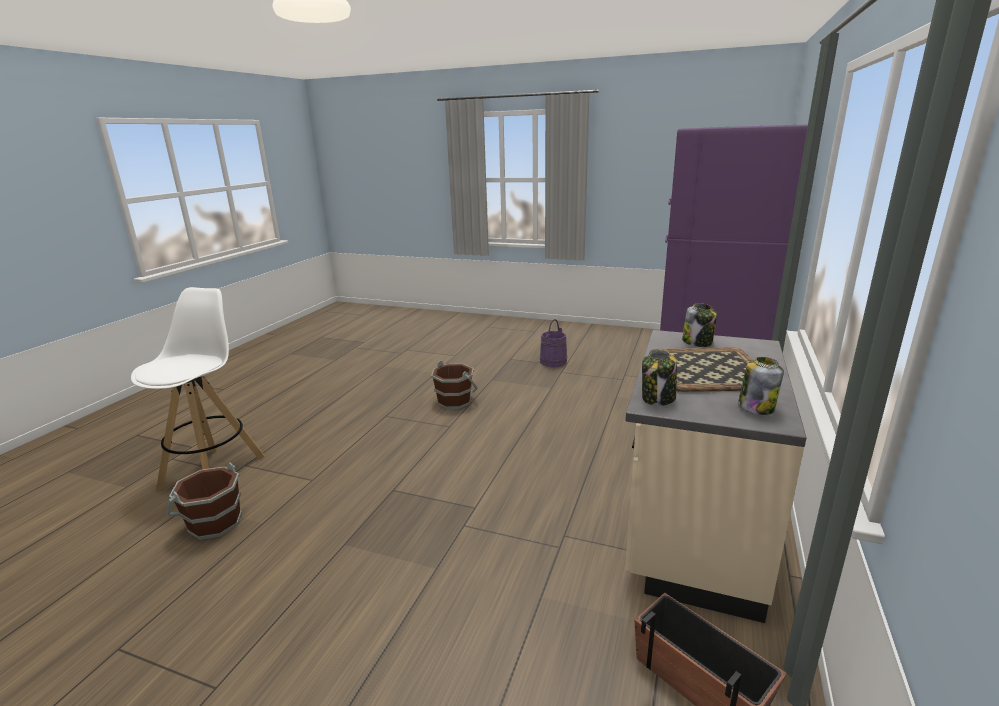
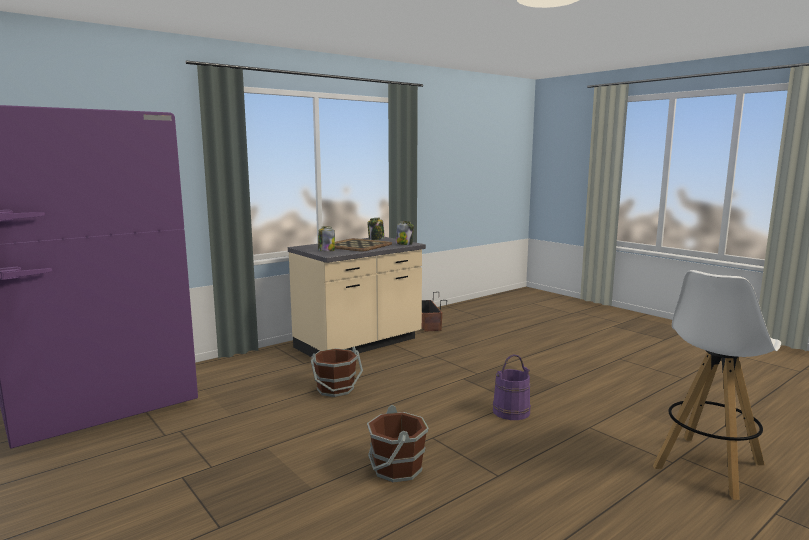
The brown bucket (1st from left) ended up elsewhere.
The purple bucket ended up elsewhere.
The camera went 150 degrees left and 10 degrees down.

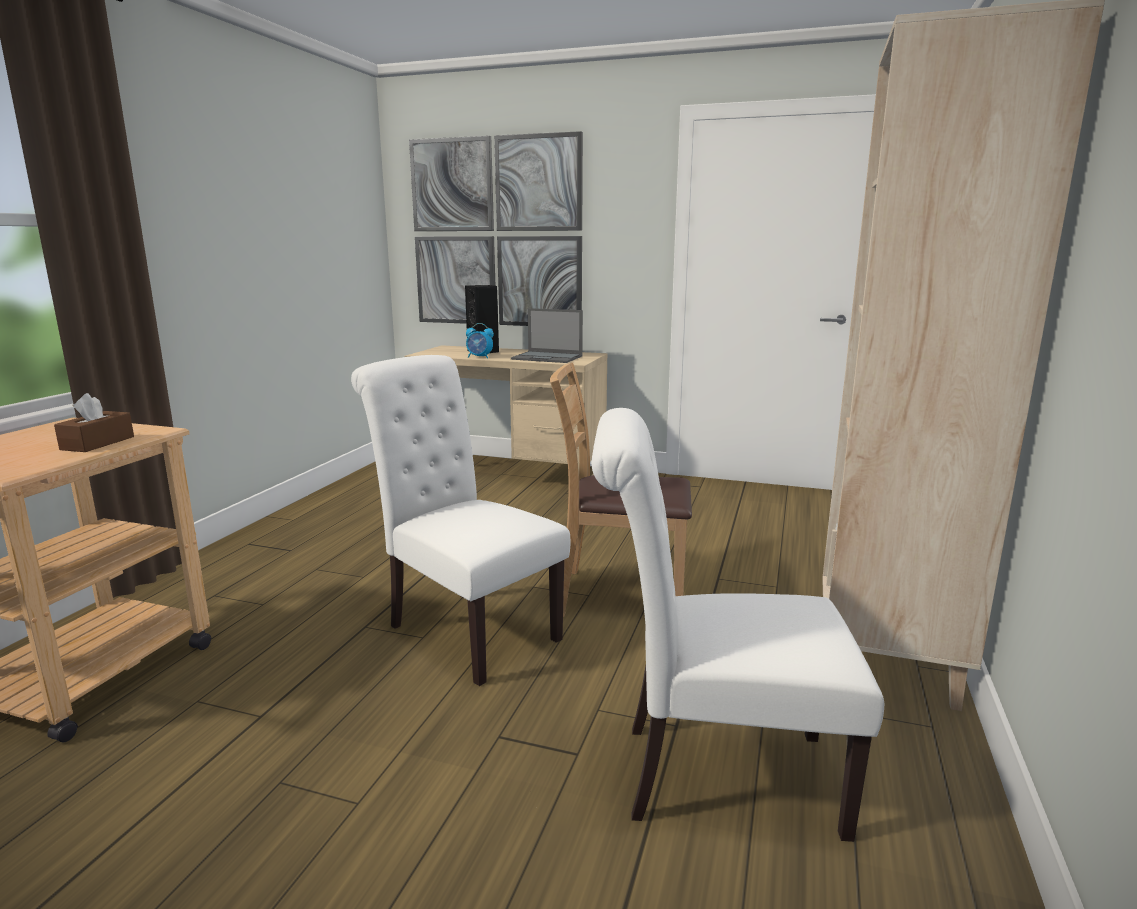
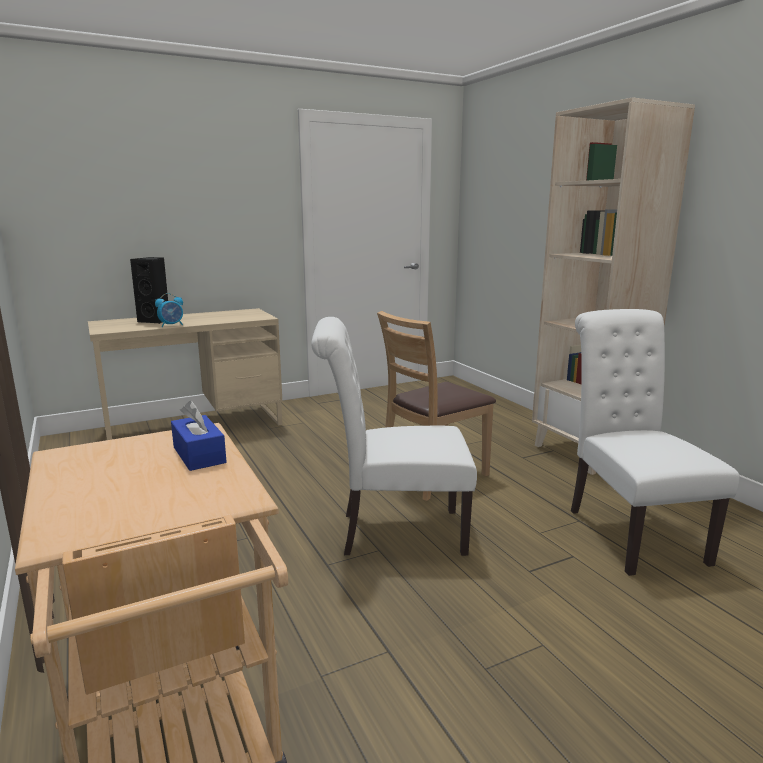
What was the brown tissue box turned into the blue tissue box.
The white chair (2nd from left) ended up facing another way, 120 degrees clockwise from before.
The second view lost the picture.
The second view lost the laptop.
The camera went 45 degrees left and 0 degrees up.

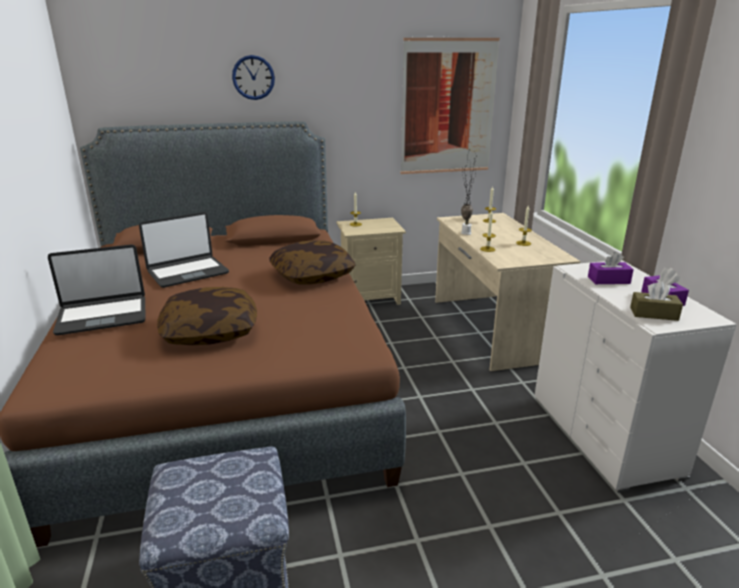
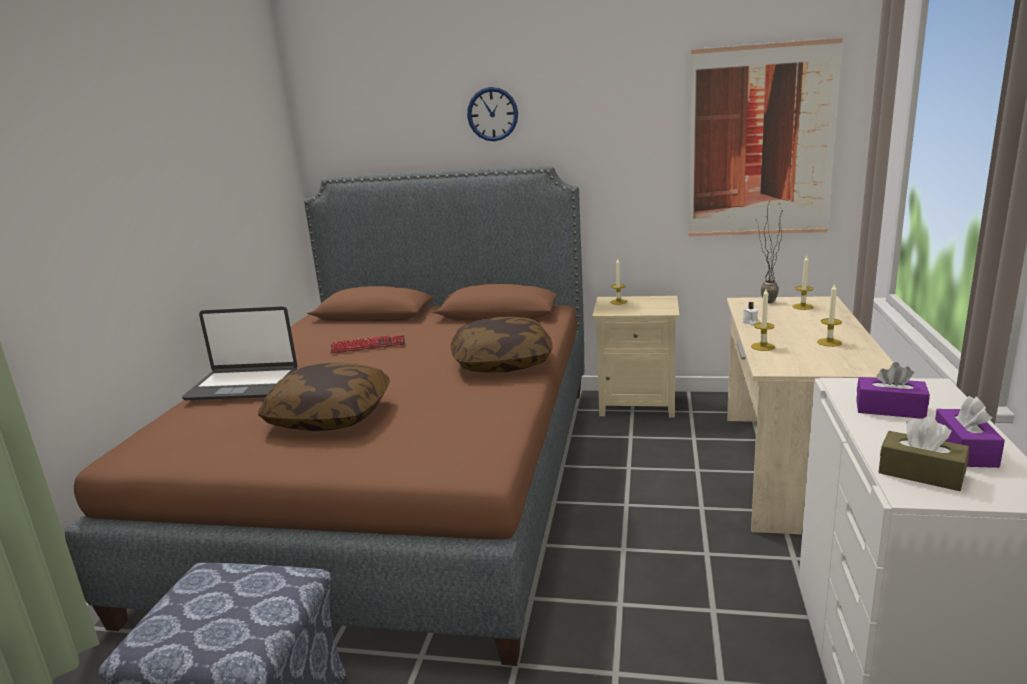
Where the laptop (2nd from left) stood, the keyboard came to stand.
The camera went 25 degrees right and 5 degrees down.

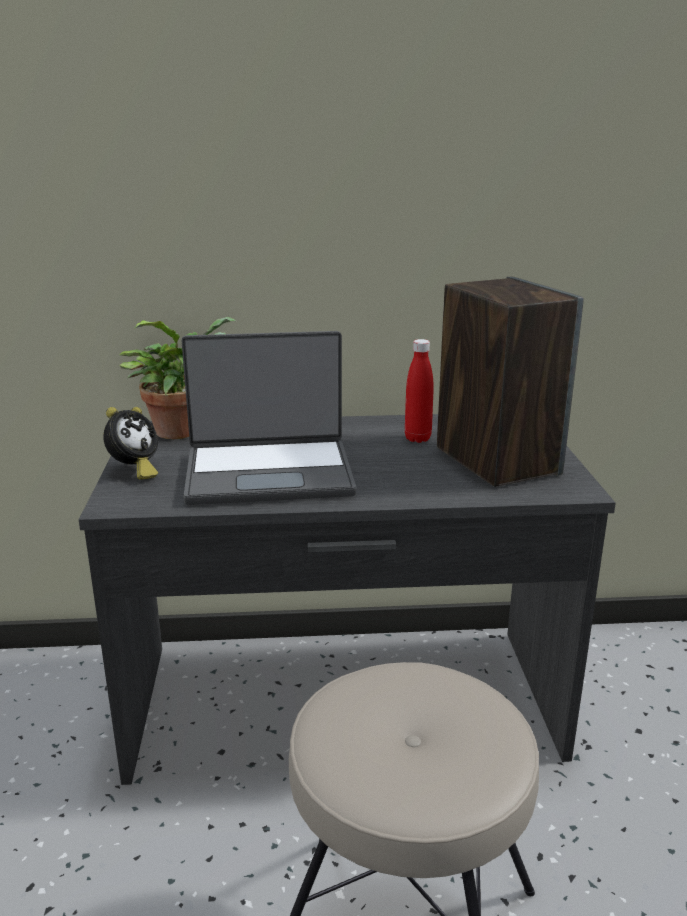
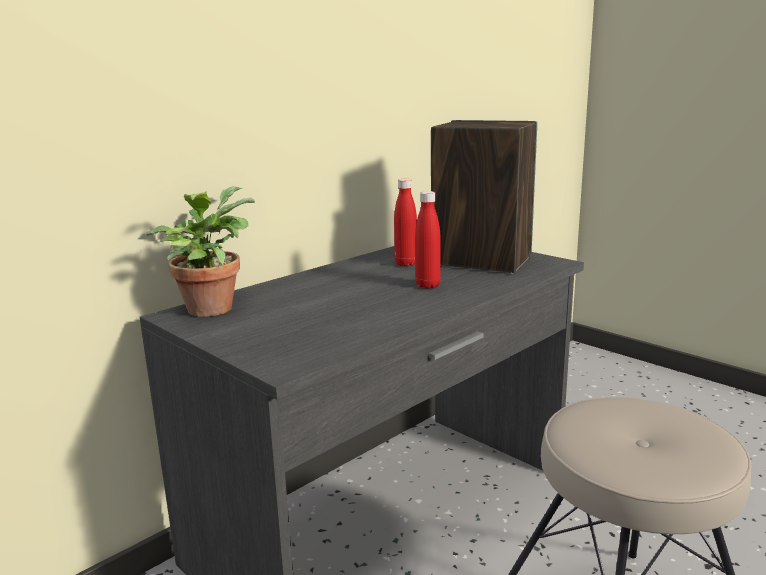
The second view gained the red bottle (2nd from left).
The second view lost the alarm clock.
The second view lost the laptop.
The camera went 40 degrees left and 5 degrees down.

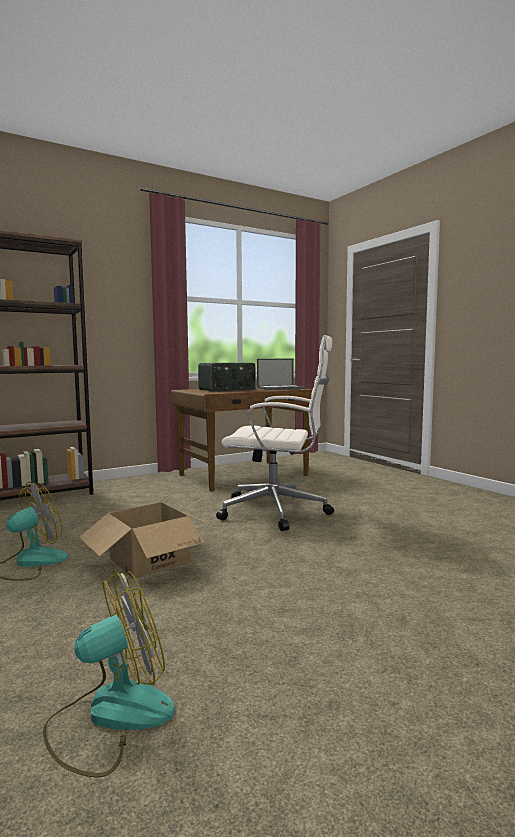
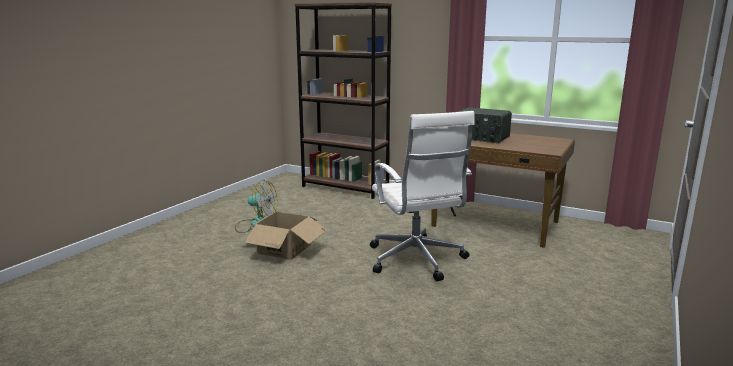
The second view lost the fan (2nd from left).
The second view lost the laptop.
The camera went 60 degrees right and 10 degrees up.

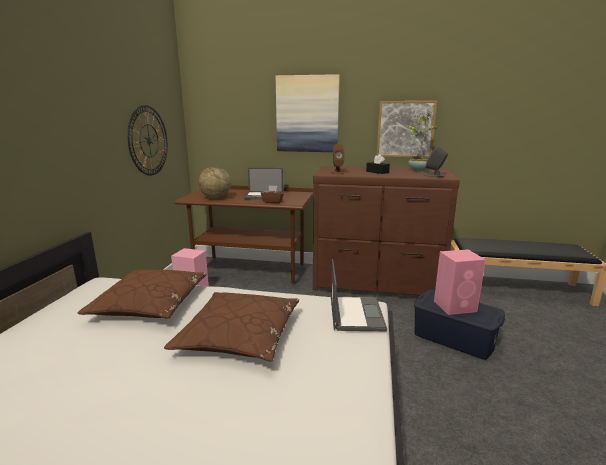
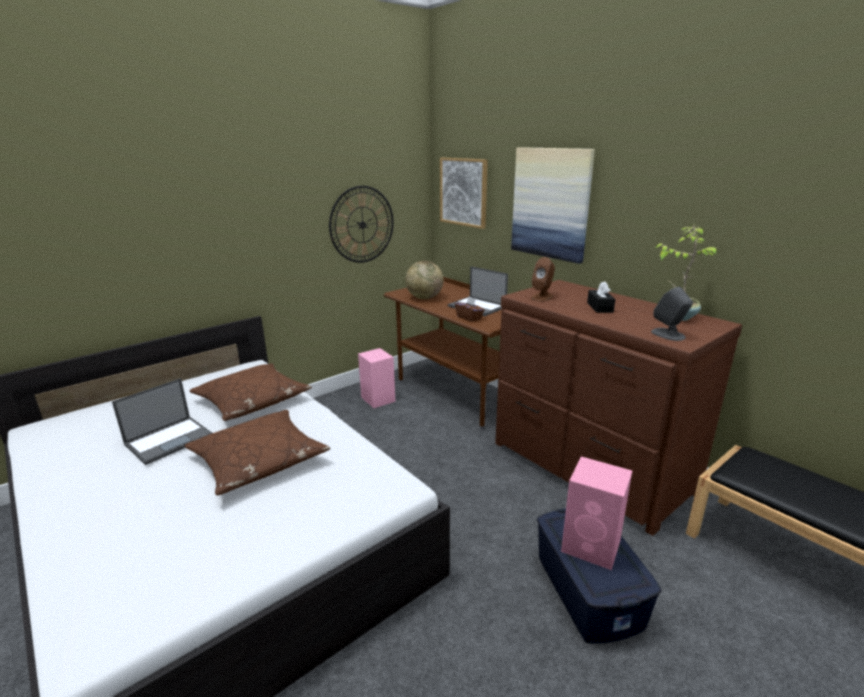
The laptop (2nd from left in the first image) ended up elsewhere.
The picture (2nd from left in the first image) ended up elsewhere.
The camera went 40 degrees right and 5 degrees up.

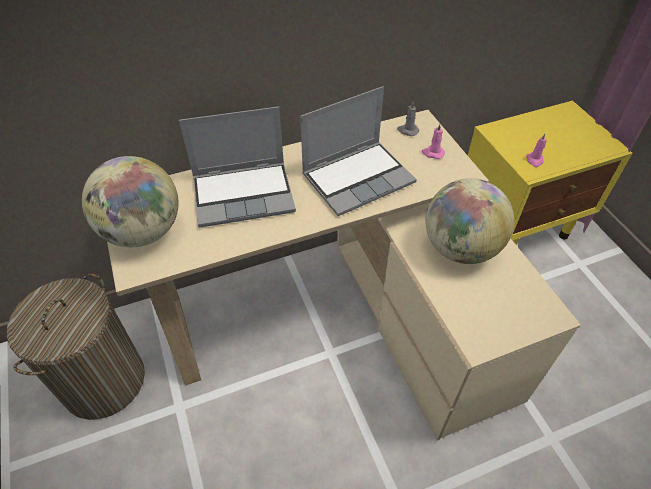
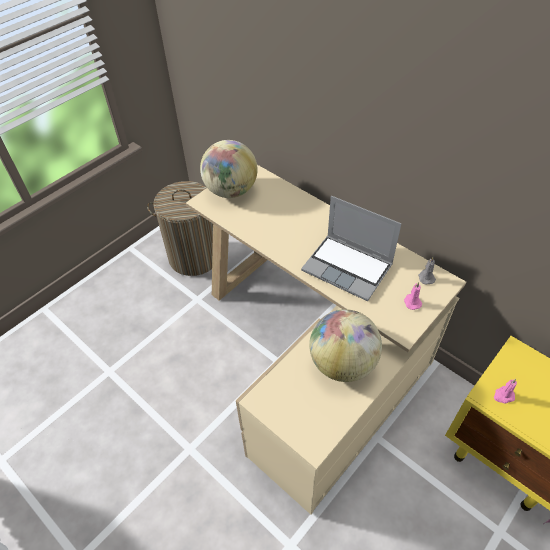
The second view lost the laptop (1st from left).
The camera went 65 degrees right and 0 degrees up.

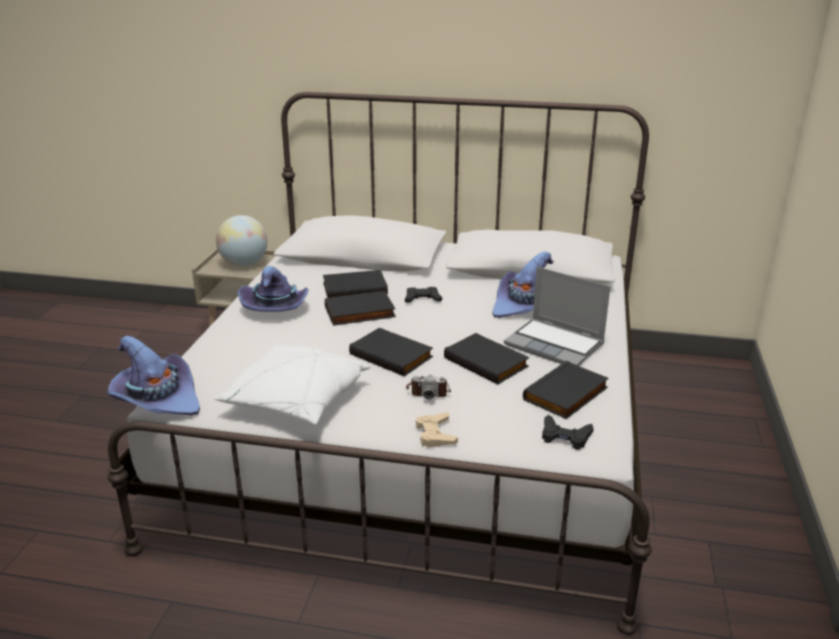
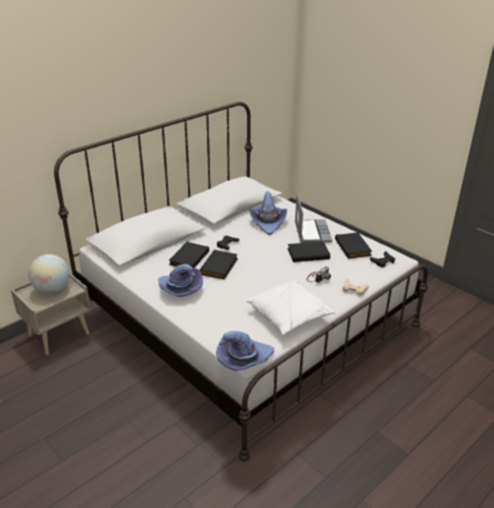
The laptop ended up facing another way, 75 degrees counterclockwise from before.
The second view lost the black book (3rd from left).
The camera went 55 degrees left and 5 degrees up.

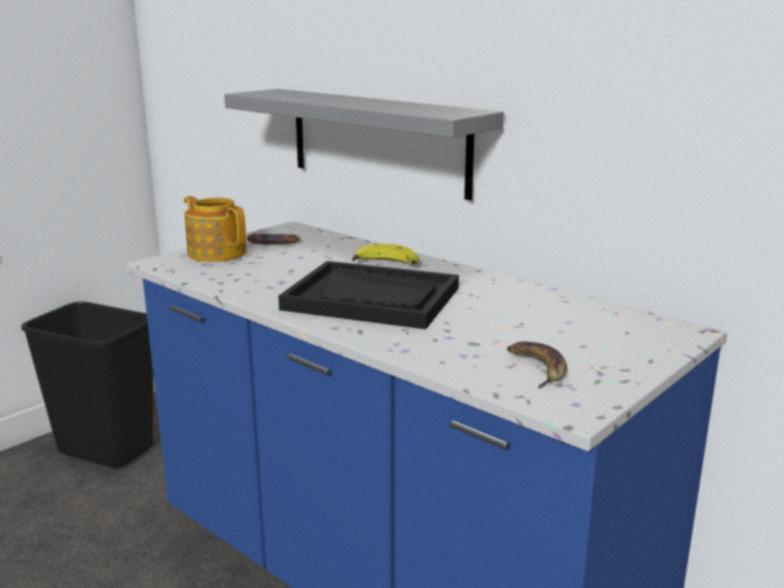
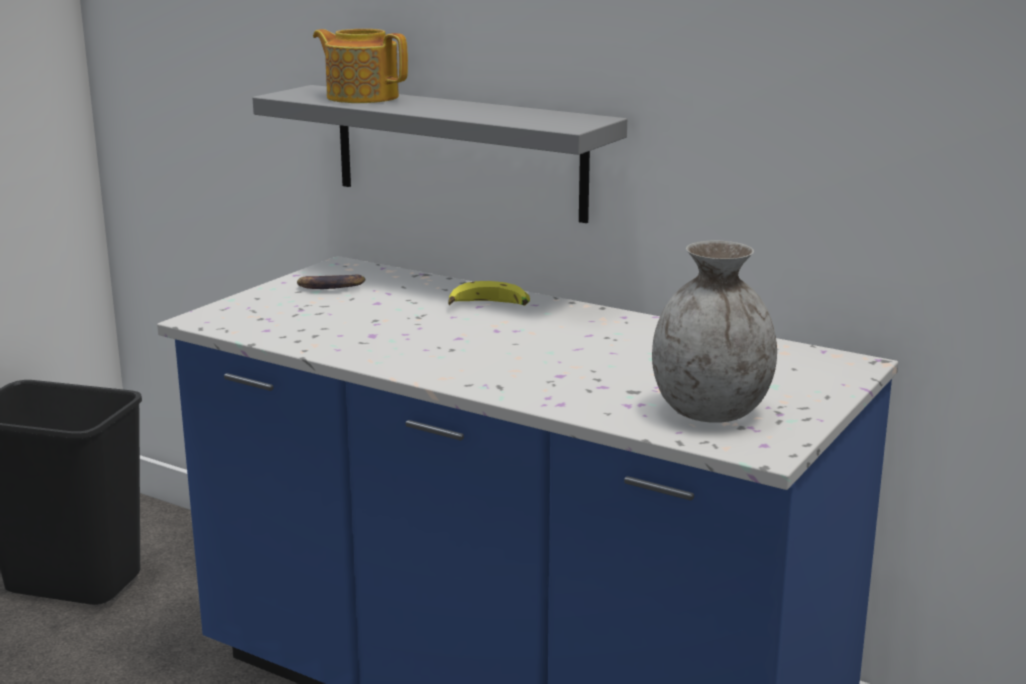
The teapot ended up elsewhere.
Where the banana (3rd from left) stood, the grey vase came to stand.
The second view lost the black tray.
The camera went 10 degrees left and 0 degrees up.

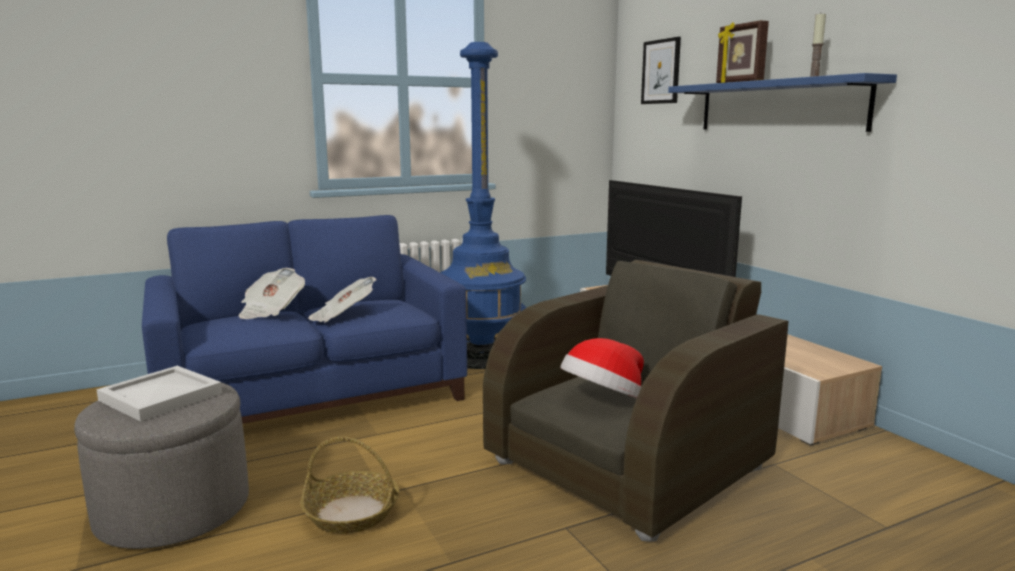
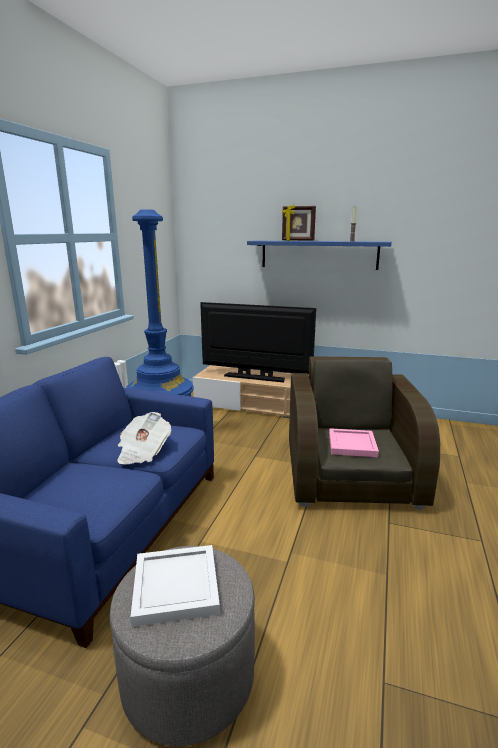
Where the hat stood, the pink tray came to stand.
The second view lost the newspaper (1st from left).
The second view lost the basket.
The second view lost the picture.
The camera went 45 degrees left and 5 degrees up.

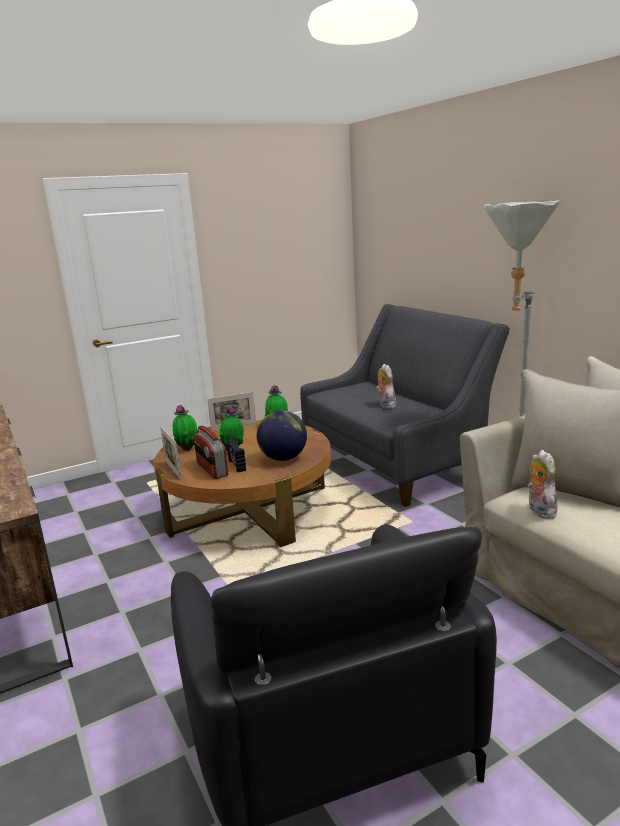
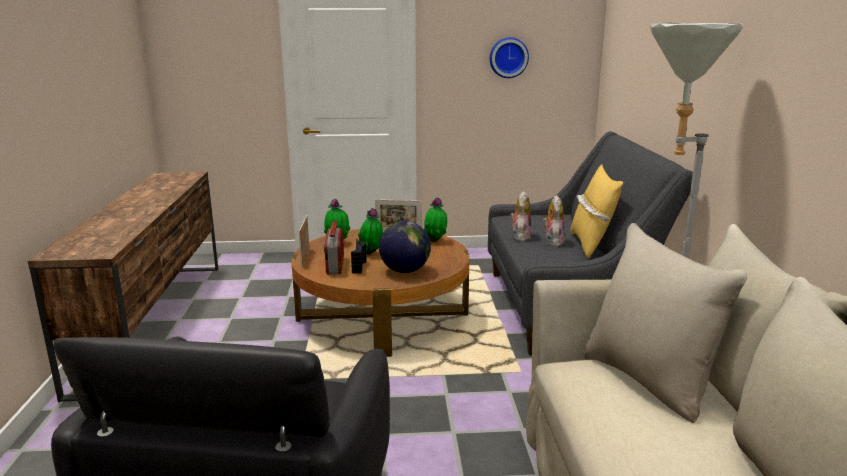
The second view gained the wall clock.
The plush toy (2nd from left in the first image) ended up elsewhere.
The second view gained the yellow pillow.
The camera went 25 degrees right and 0 degrees up.

